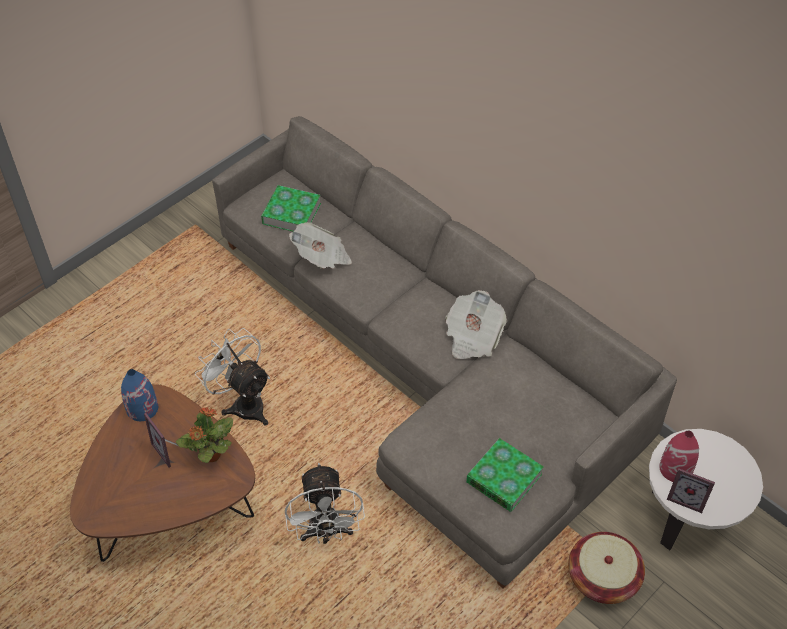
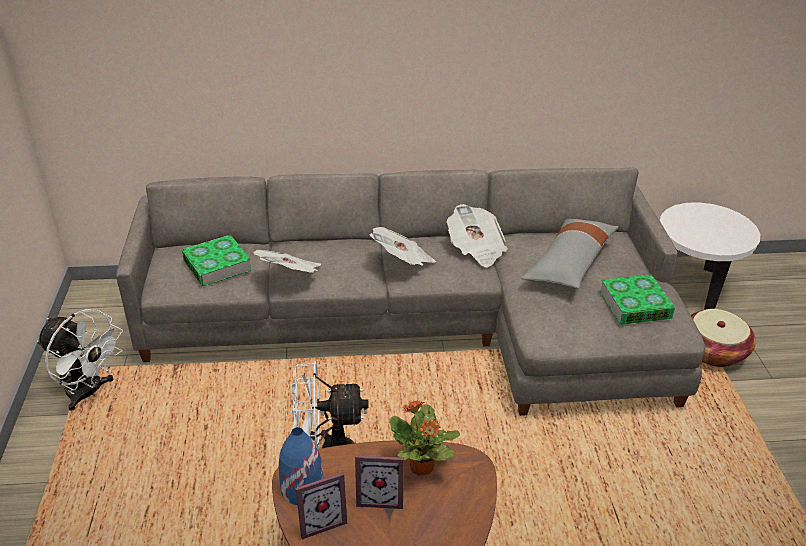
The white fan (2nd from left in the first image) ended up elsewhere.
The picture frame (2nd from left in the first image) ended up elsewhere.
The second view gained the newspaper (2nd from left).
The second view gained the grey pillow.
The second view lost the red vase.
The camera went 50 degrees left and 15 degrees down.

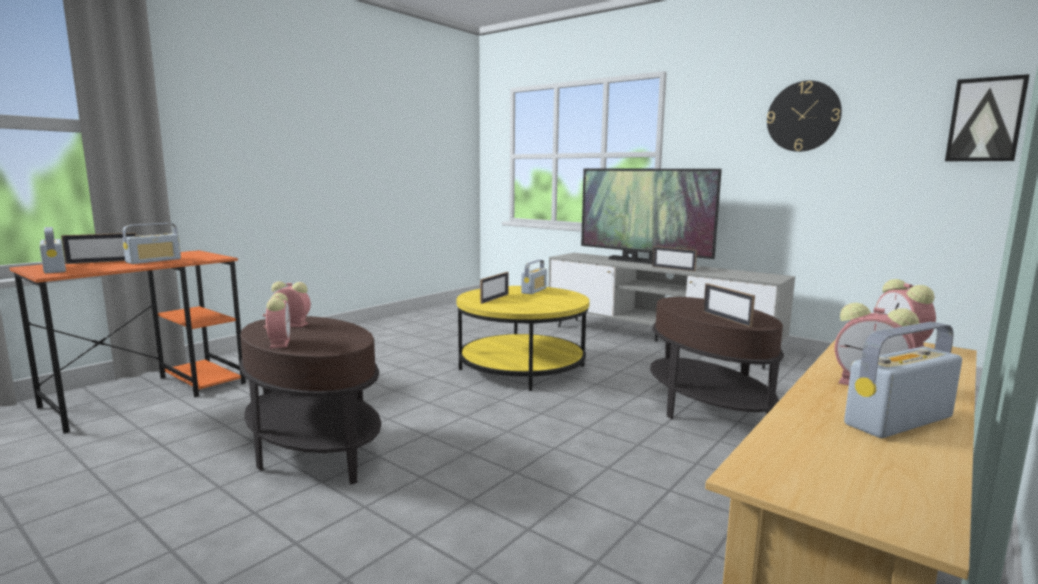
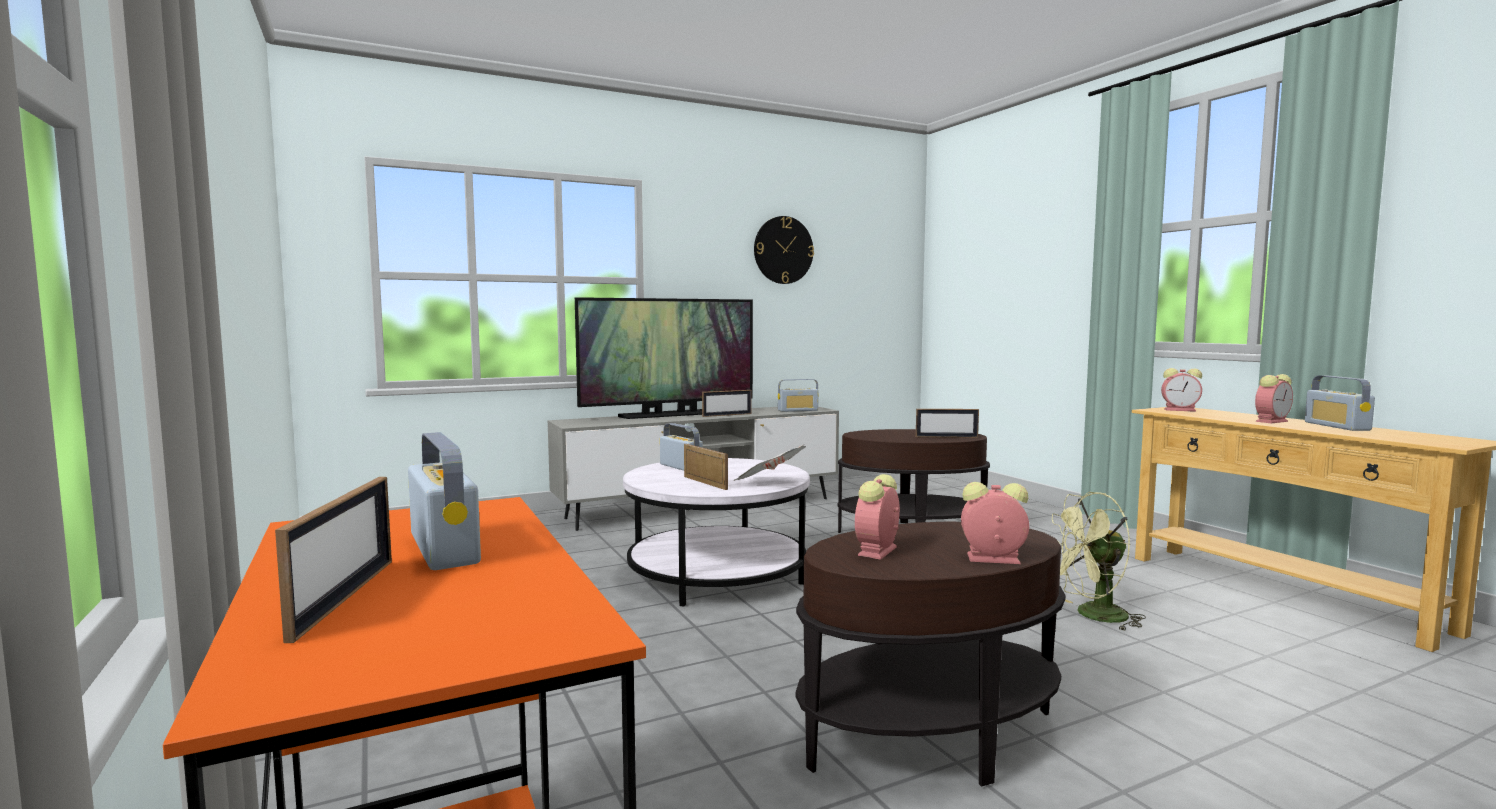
What was the yellow coffee table turned into the white coffee table.
The second view gained the newspaper.
The radio (1st from left in the first image) ended up elsewhere.
The second view gained the green fan.
The second view lost the picture.
The camera went 65 degrees left and 5 degrees down.

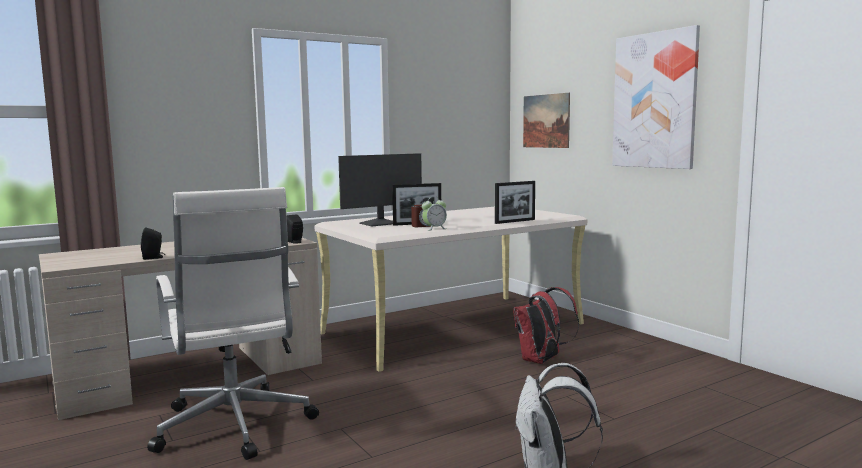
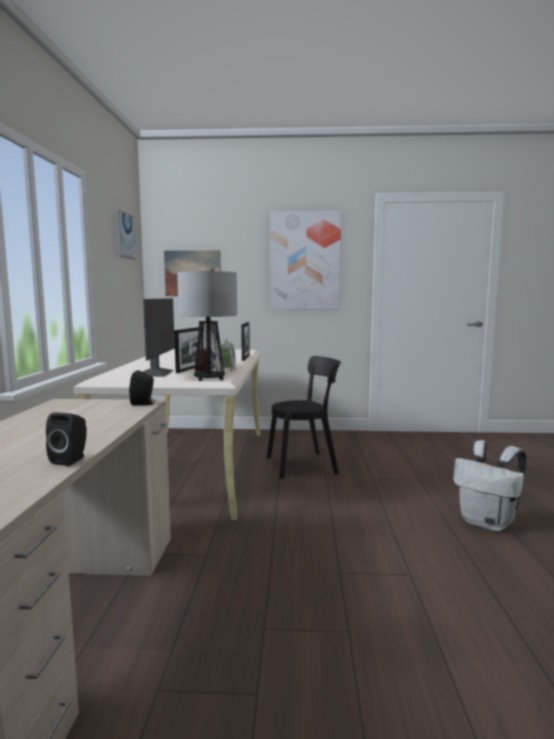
The second view gained the picture (1st from left).
The second view gained the table lamp.
Where the red backpack stood, the black chair came to stand.
The second view lost the white office chair.
The camera went 55 degrees left and 0 degrees up.

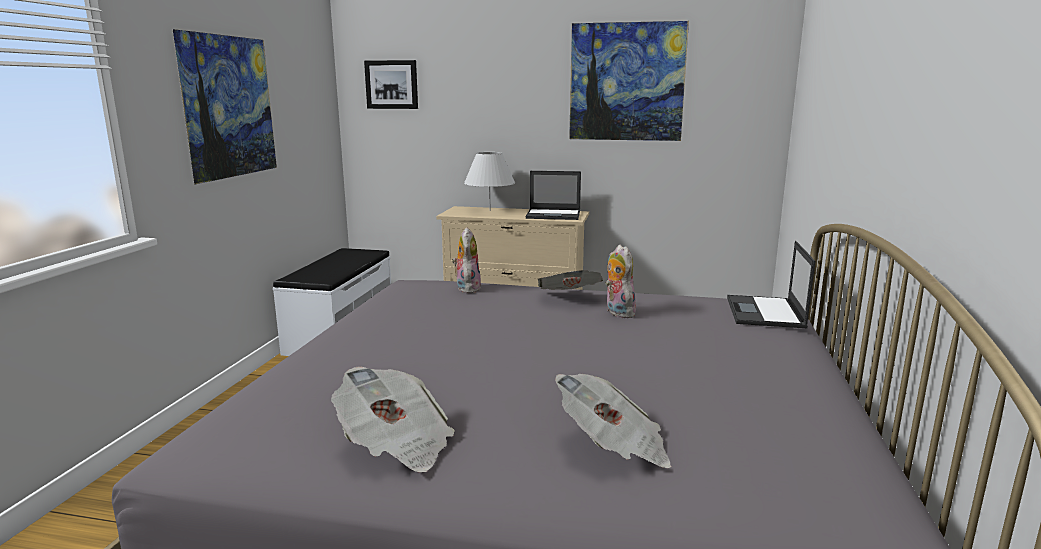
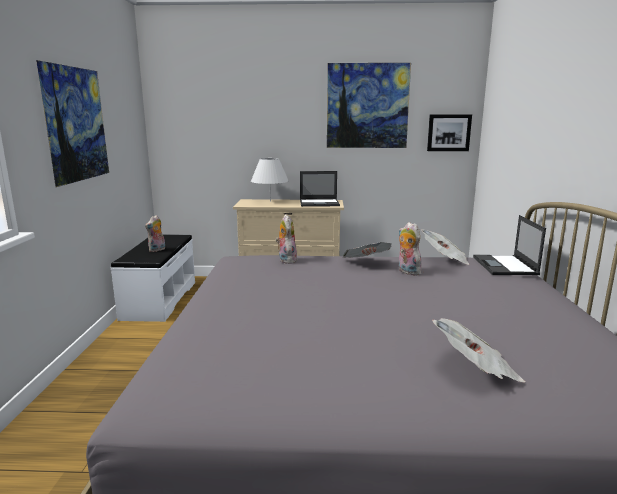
The second view gained the plush toy (1st from left).
The newspaper (1st from left in the first image) ended up elsewhere.
The picture (2nd from left in the first image) ended up elsewhere.
The camera went 10 degrees left and 0 degrees up.

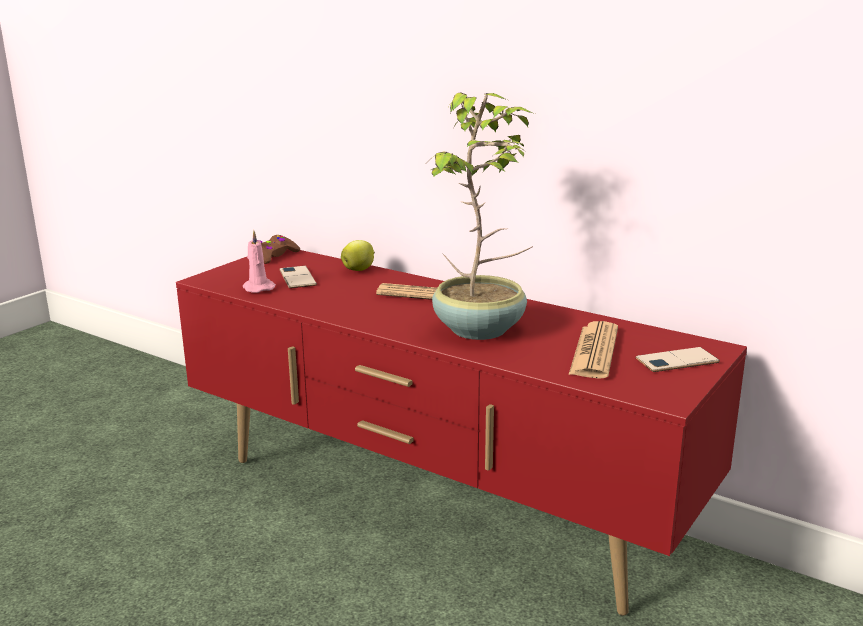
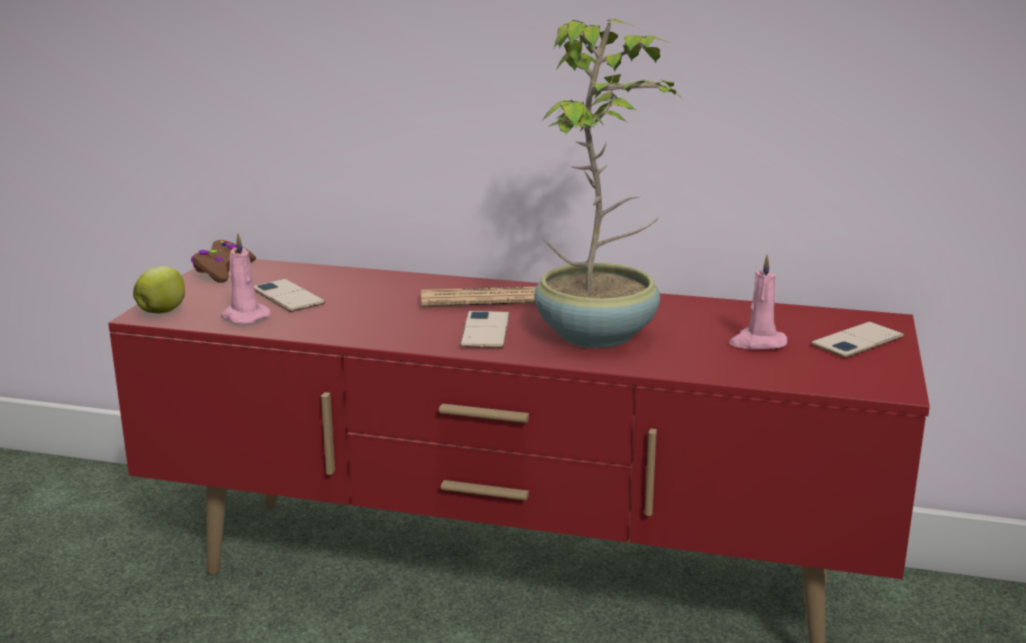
The apple ended up elsewhere.
The second view gained the phone (2nd from left).
Where the newspaper (2nd from left) stood, the pink candle (2nd from left) came to stand.
The camera went 20 degrees left and 0 degrees up.

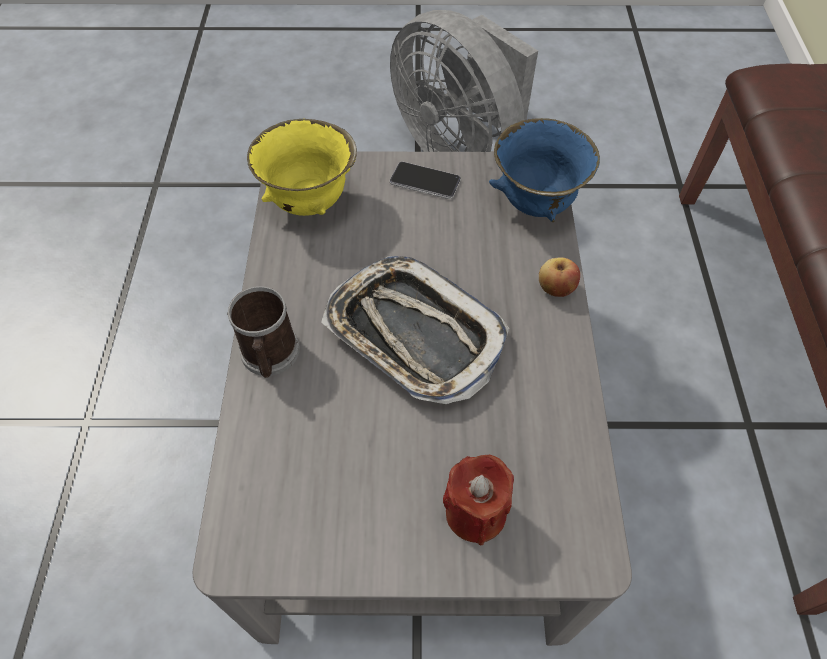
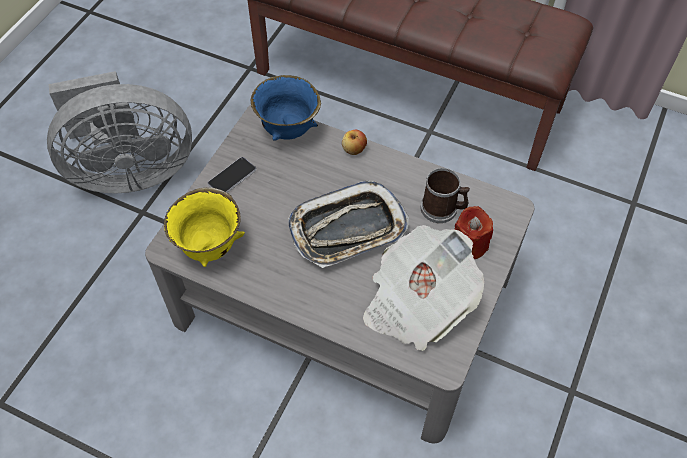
The second view gained the newspaper.
The mug ended up elsewhere.
The camera went 65 degrees left and 0 degrees up.

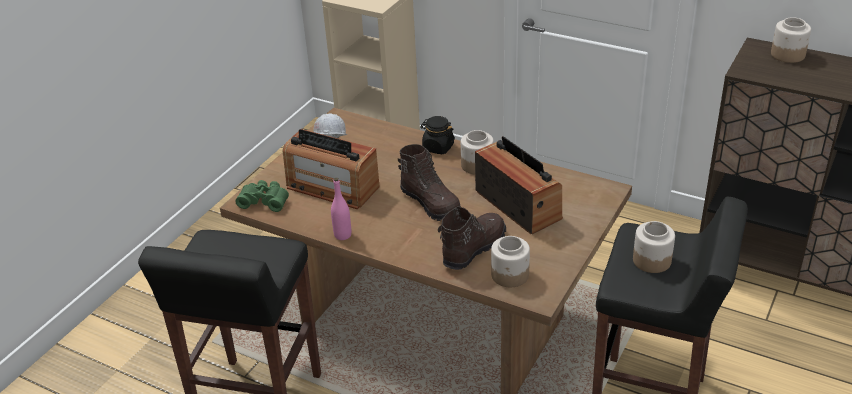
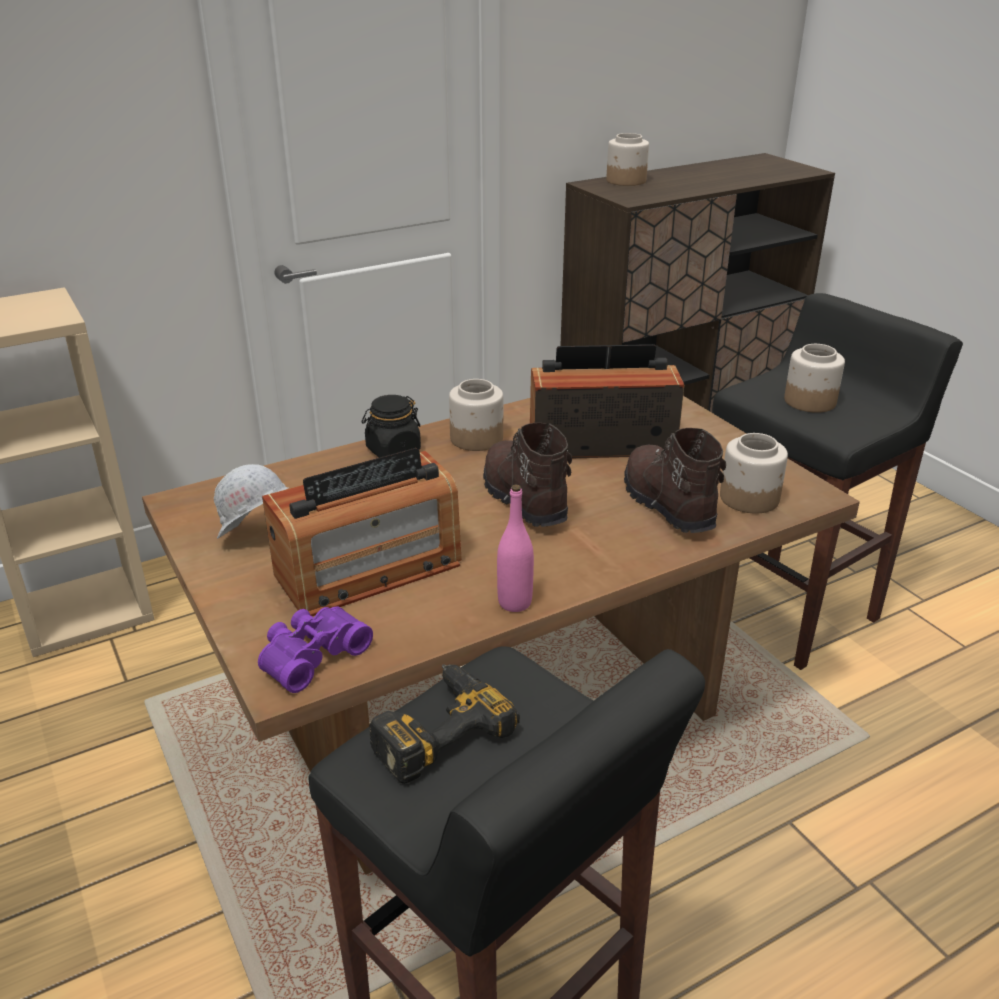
What was the green binoculars turned into the purple binoculars.
The second view gained the power drill.
The brown boot (1st from left) ended up facing another way, 105 degrees counterclockwise from before.
The camera went 60 degrees left and 5 degrees down.

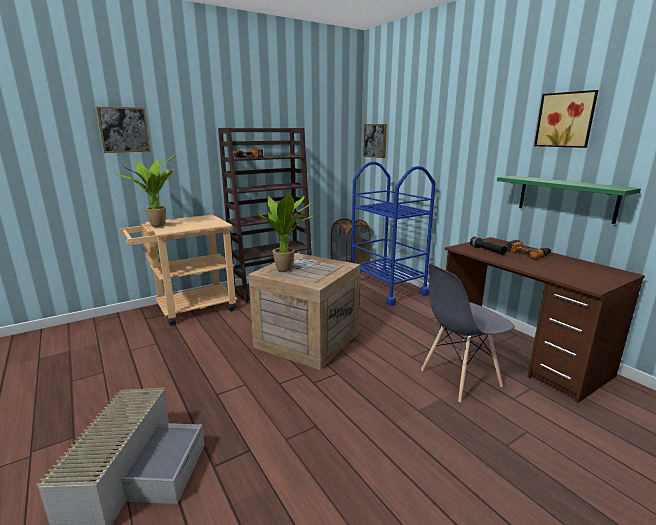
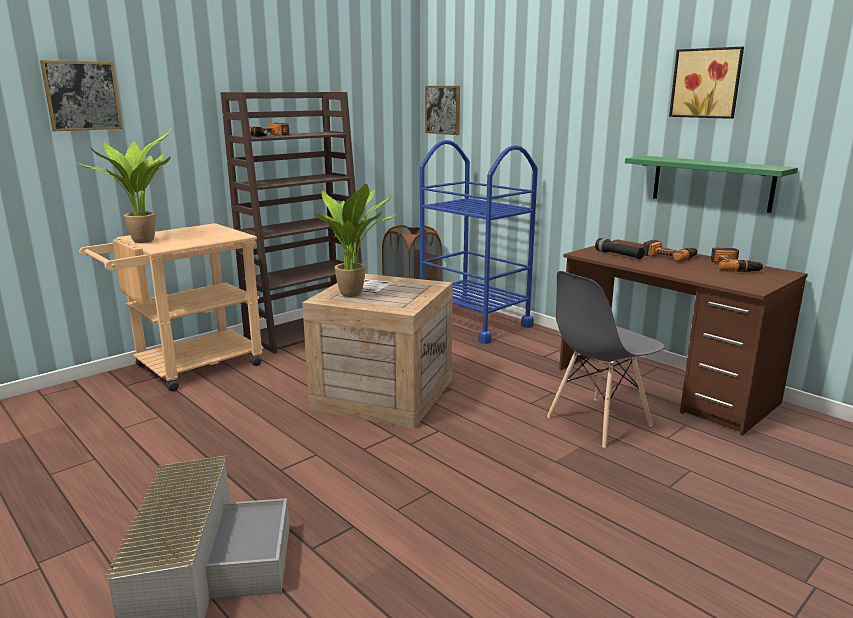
The second view gained the power drill (3rd from left).
The camera went 10 degrees left and 0 degrees up.

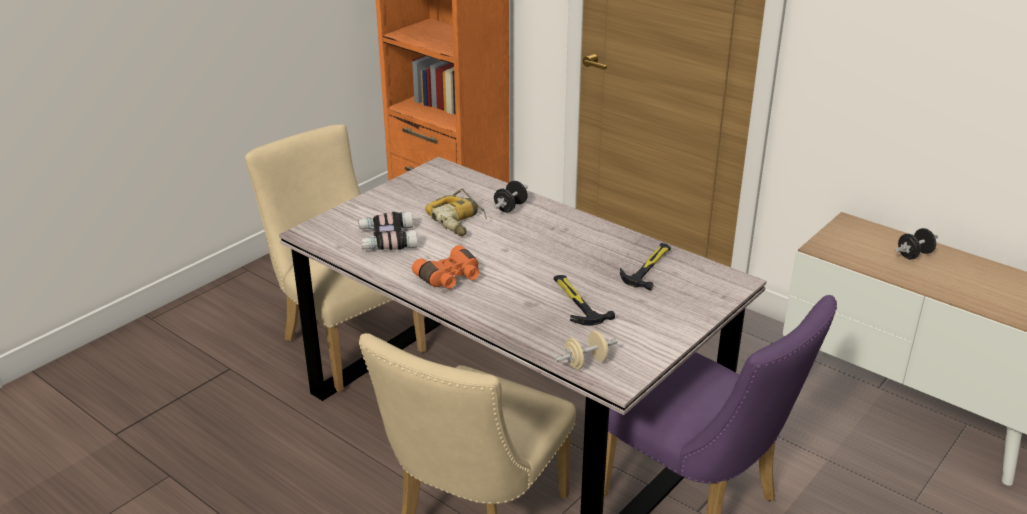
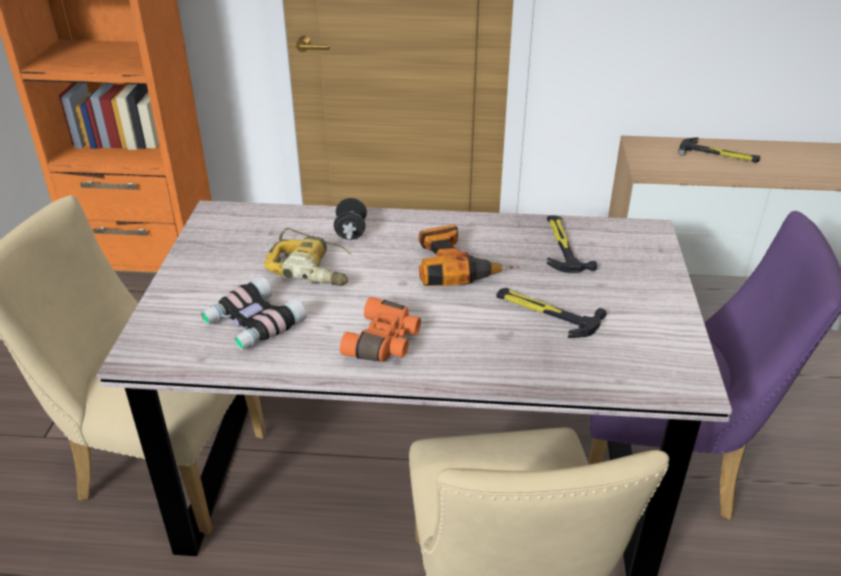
The second view gained the power drill (2nd from left).
Where the black dumbbell (2nd from left) stood, the hammer (3rd from left) came to stand.
The second view lost the beige dumbbell.
The camera went 35 degrees left and 5 degrees up.

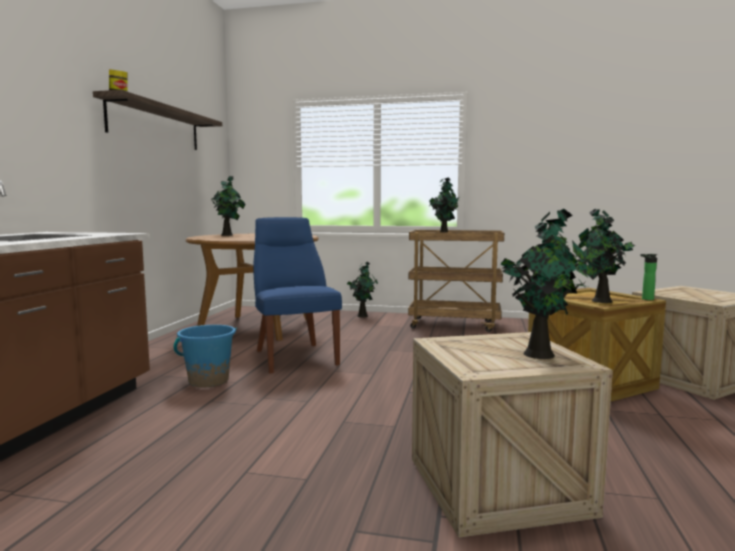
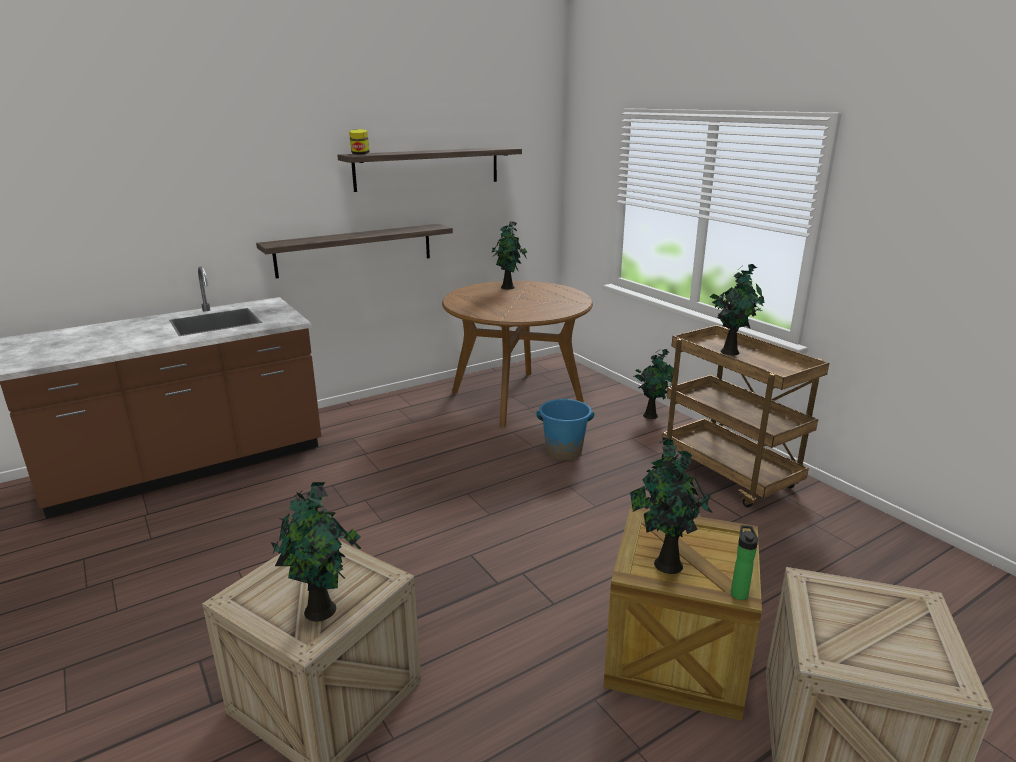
The second view gained the shelf (1st from left).
The blue bucket ended up elsewhere.
The second view lost the blue chair.
The camera went 45 degrees right and 15 degrees up.

